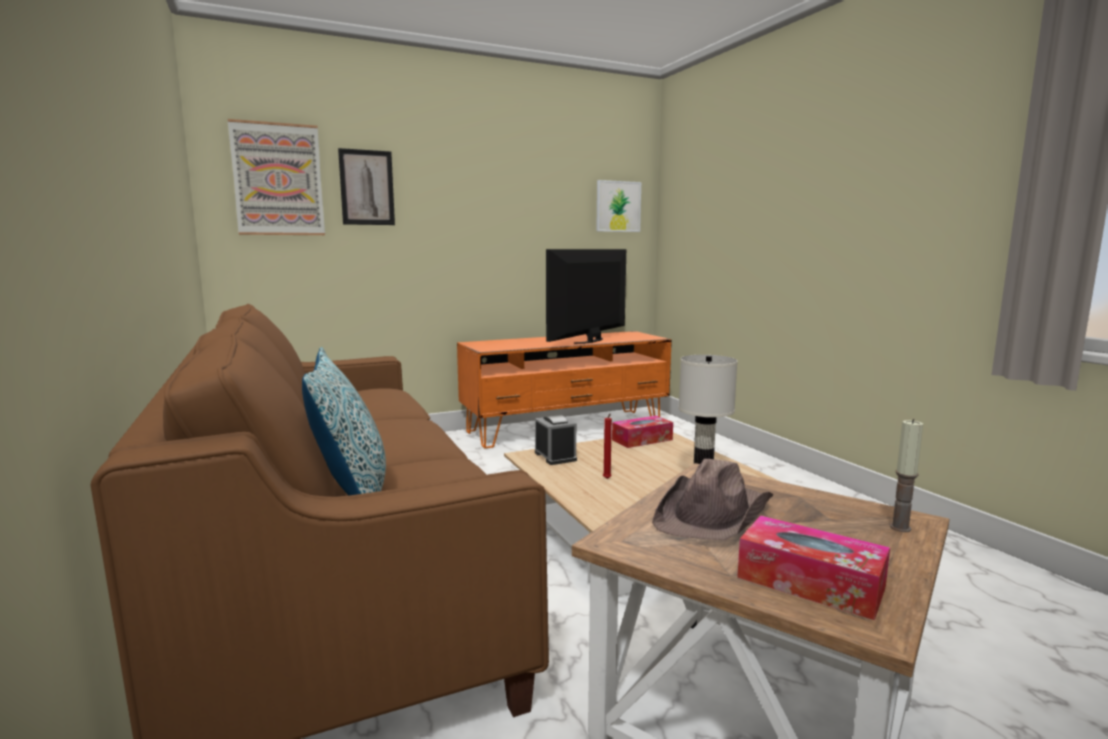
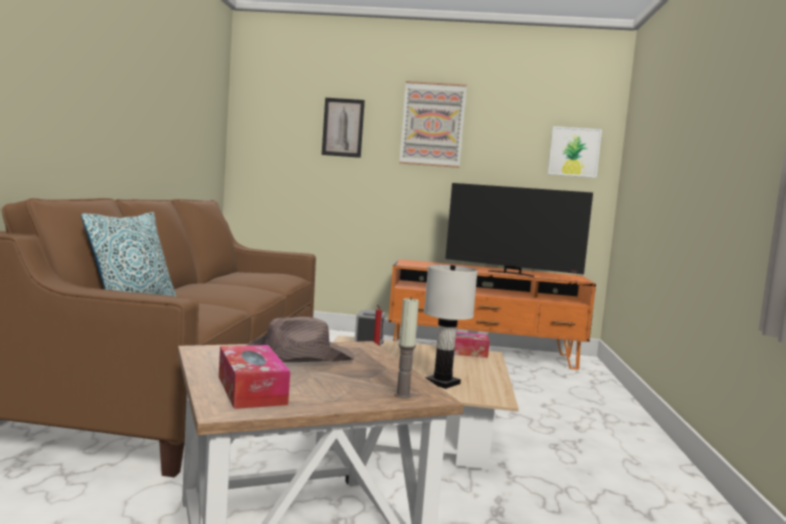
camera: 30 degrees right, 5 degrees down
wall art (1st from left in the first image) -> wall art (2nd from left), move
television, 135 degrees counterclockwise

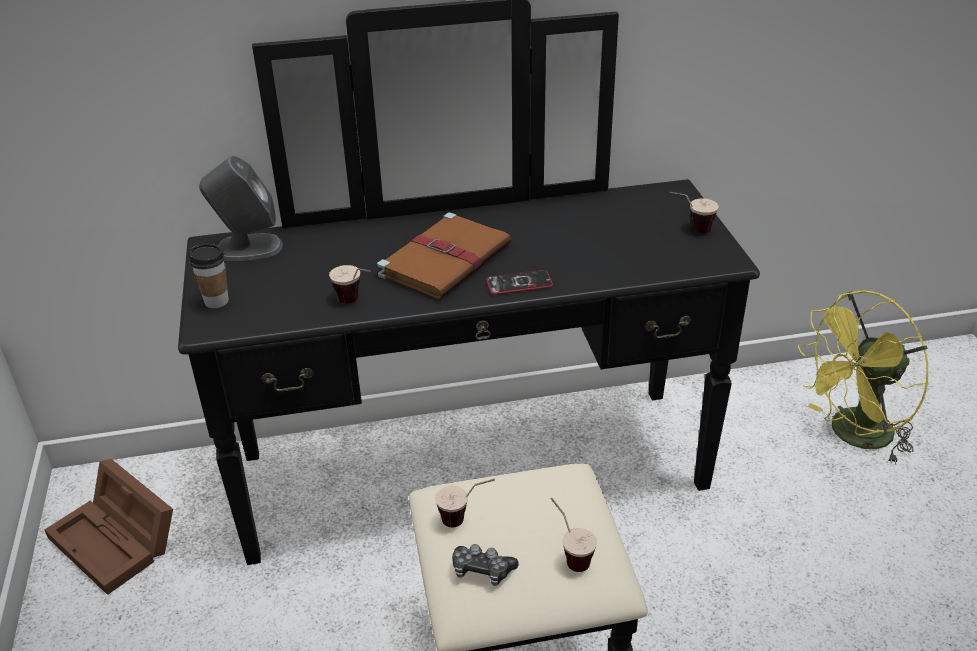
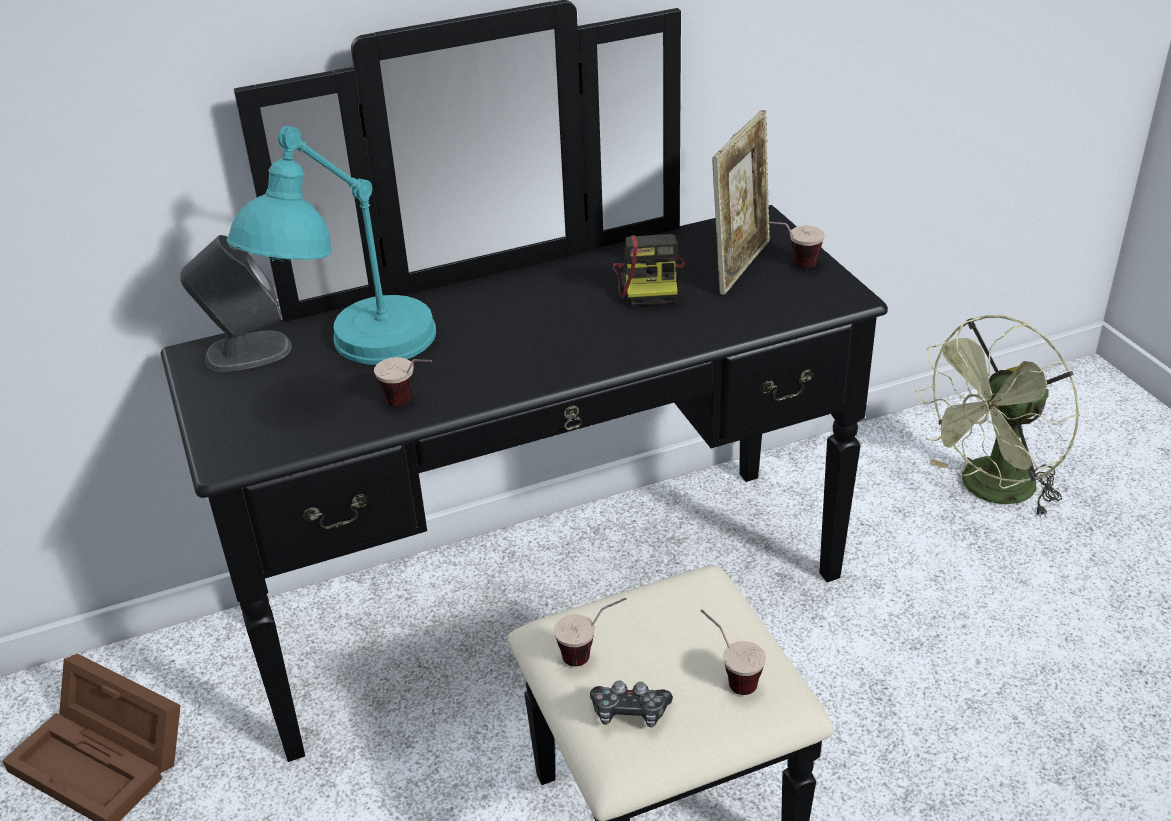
camera: 10 degrees left, 0 degrees up
small cup (1st from left) -> none
brown-coloured book -> none
handset -> none
none -> turquoise tabletop lamp
none -> photo camera
none -> picture frame
yellow electric fan -> greenish electric fan

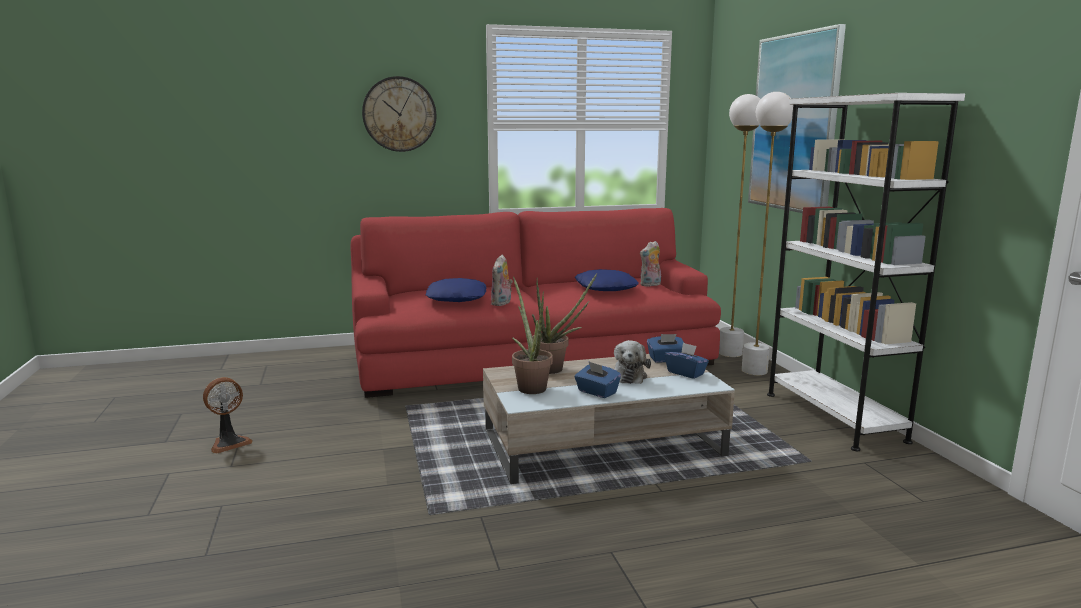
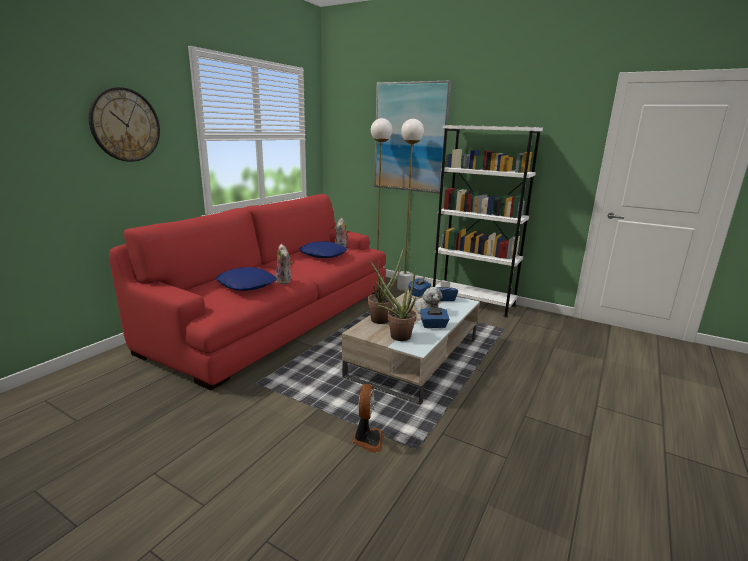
camera: 45 degrees left, 5 degrees up
electric fan, move

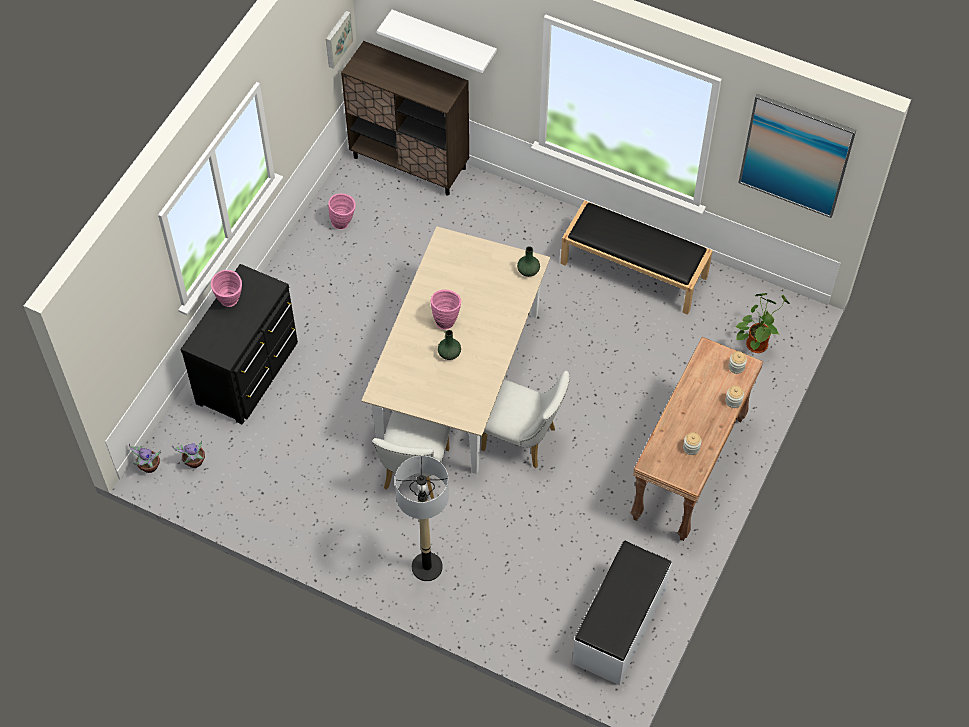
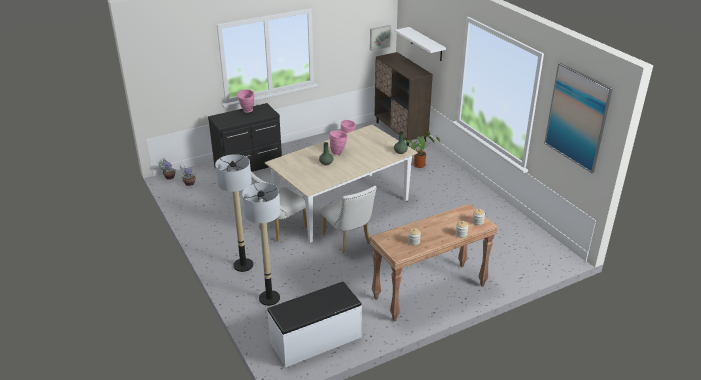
camera: 35 degrees right, 25 degrees down
black bench -> none
none -> floor lamp (2nd from left)
potted plant (3rd from left), move

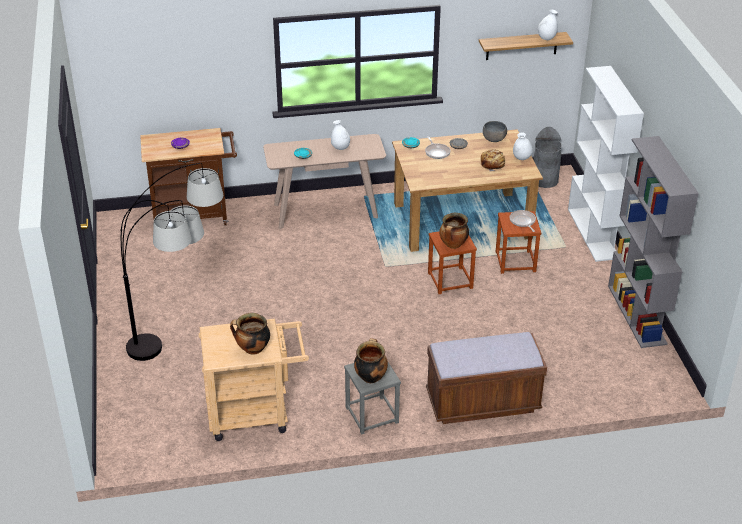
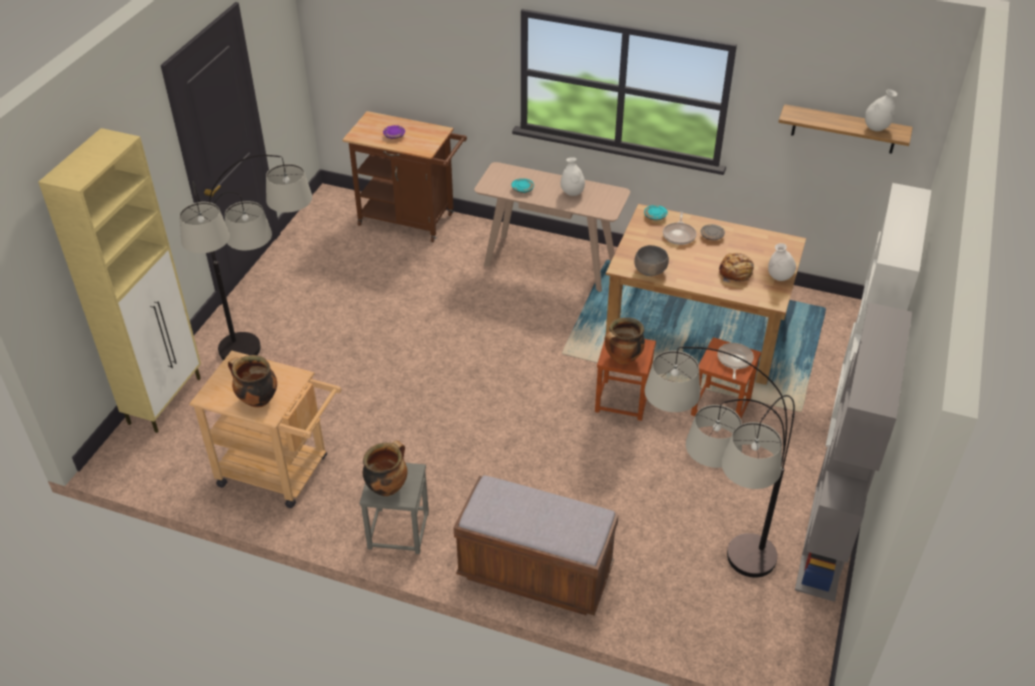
camera: 30 degrees right, 5 degrees up
greyish trash can -> none
none -> beige-coloured cupboard
none -> floor lamp (2nd from left)
greyish serving bowl, move

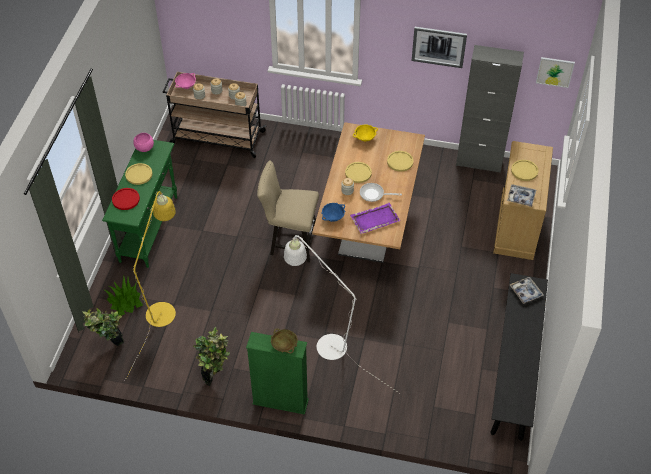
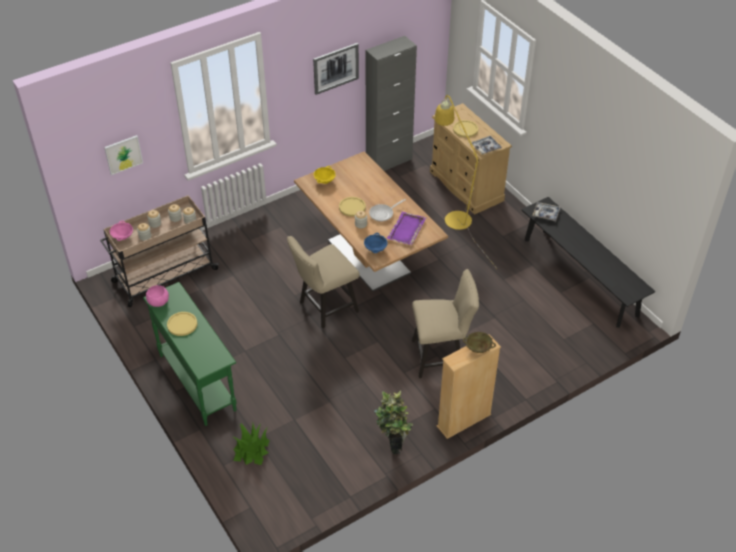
camera: 45 degrees left, 5 degrees down
potted plant (1st from left) -> none
reddish plate -> none
yellow plate (3rd from left) -> none
yellow floor lamp, move
wall art (2nd from left in the first image) -> wall art (1st from left), move
whitish floor lamp -> beige-coloured plain chair (2nd from left)
greenish bookcase -> beige-coloured bookcase

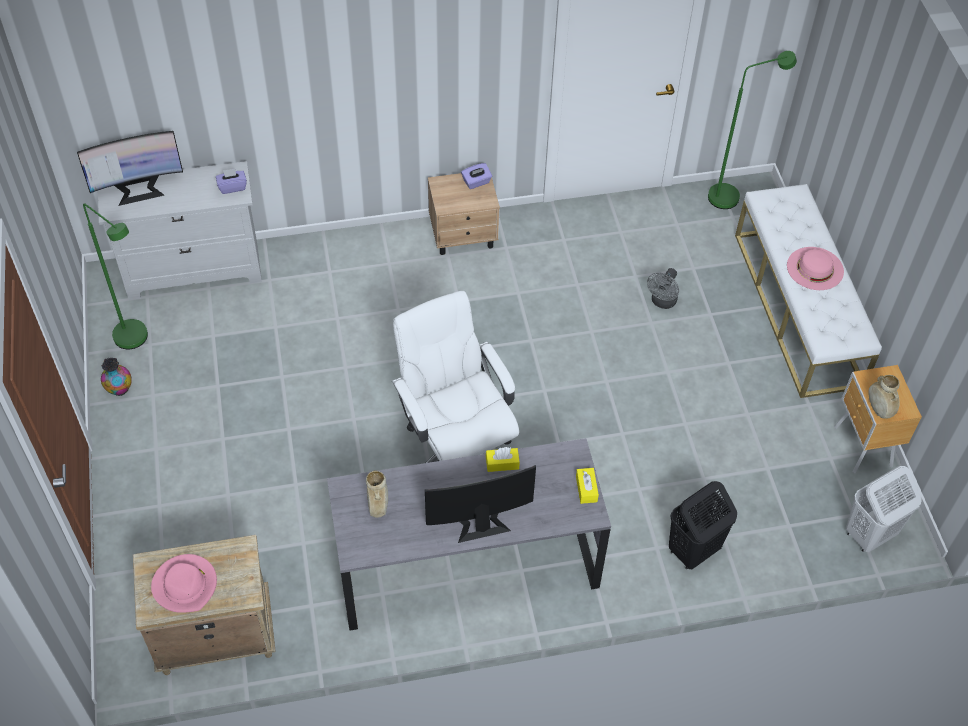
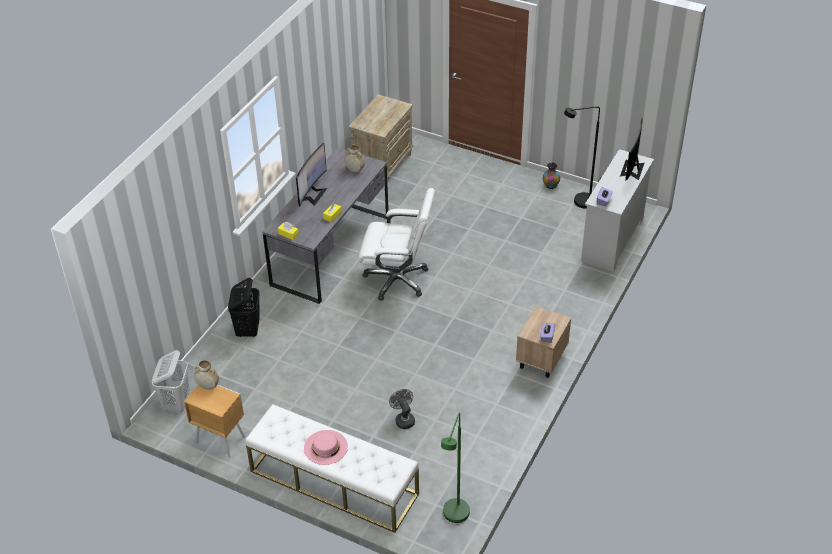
camera: 130 degrees right, 10 degrees down
pink wearable hat (1st from left) -> none
greenish floor lamp (1st from left) -> black floor lamp

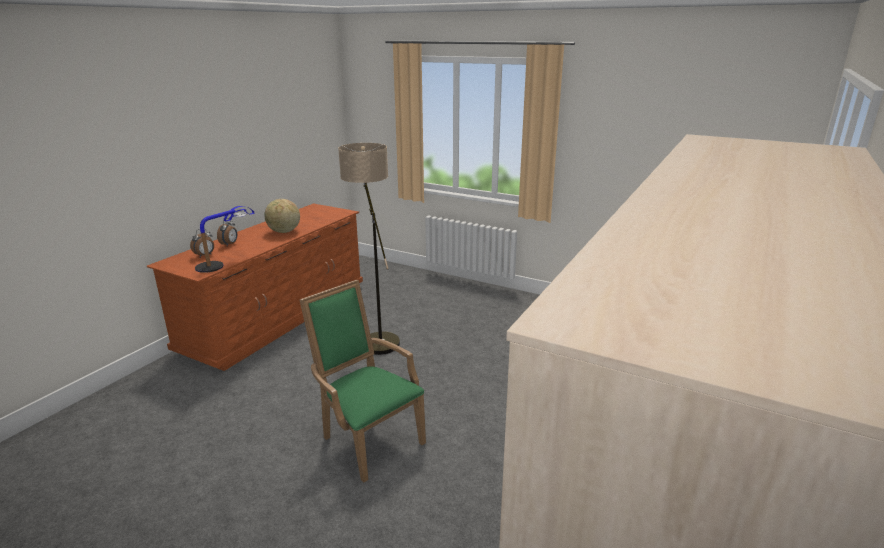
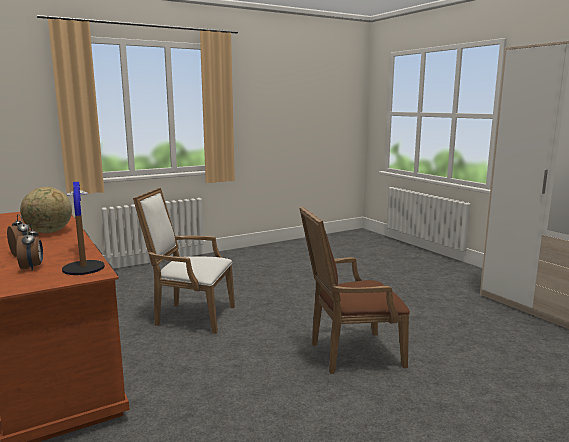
camera: 60 degrees left, 10 degrees down
floor lamp -> whitish lounge chair
greenish lounge chair -> brown-coloured lounge chair

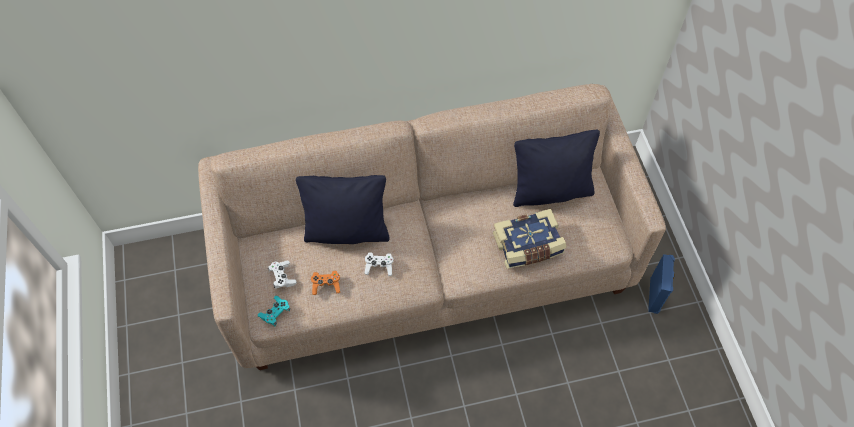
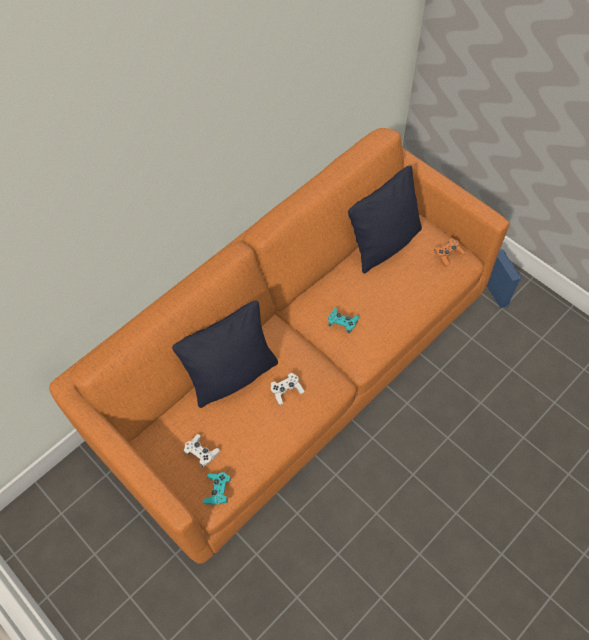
camera: 30 degrees left, 0 degrees up
book -> none
none -> turquoise gamepad (2nd from left)
orange-coloured gamepad, move
beige-coloured sofa -> orange-coloured sofa

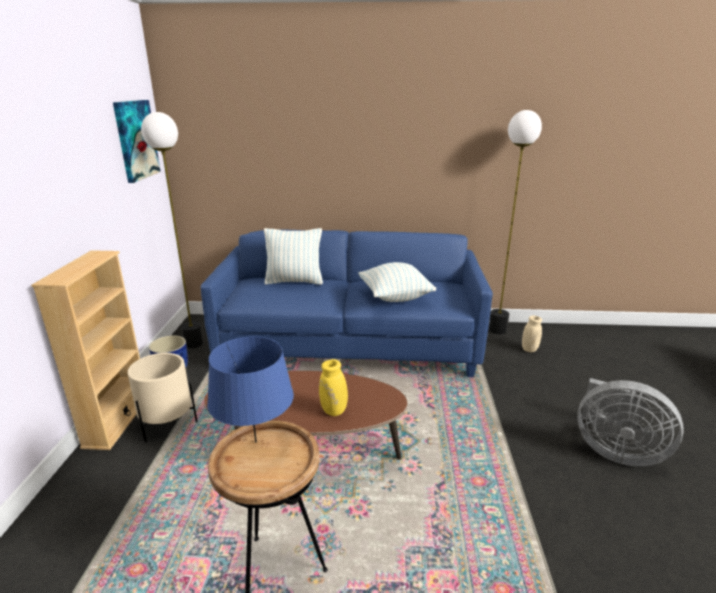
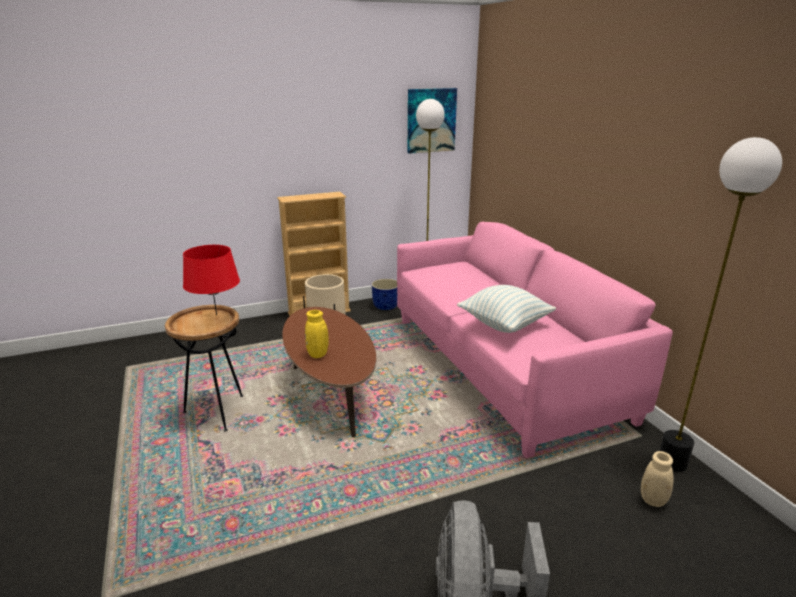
camera: 65 degrees right, 0 degrees up
cushion (1st from left) -> none
blue-coloured sofa -> pink sofa
blue-coloured tabletop lamp -> reddish tabletop lamp

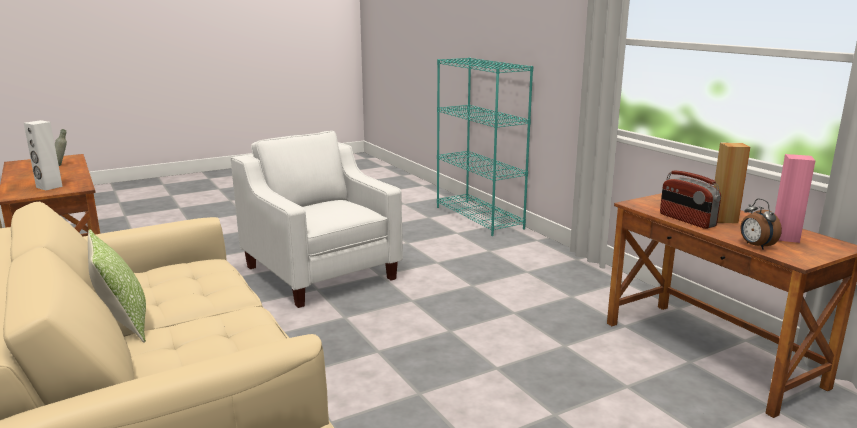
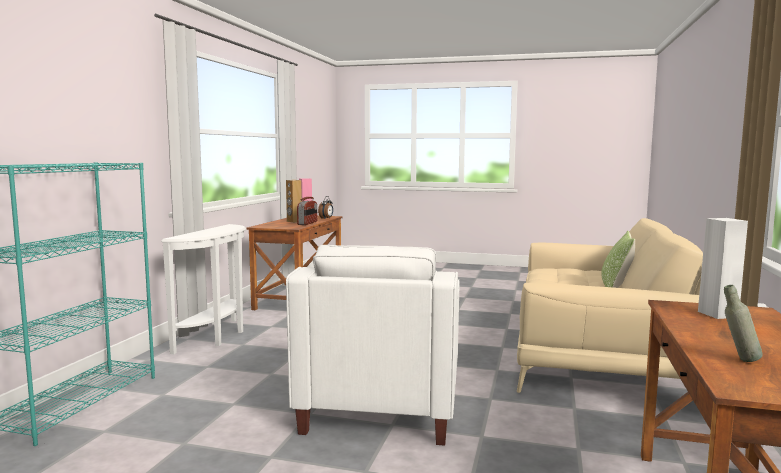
camera: 135 degrees left, 10 degrees down
none -> whitish narrow table

